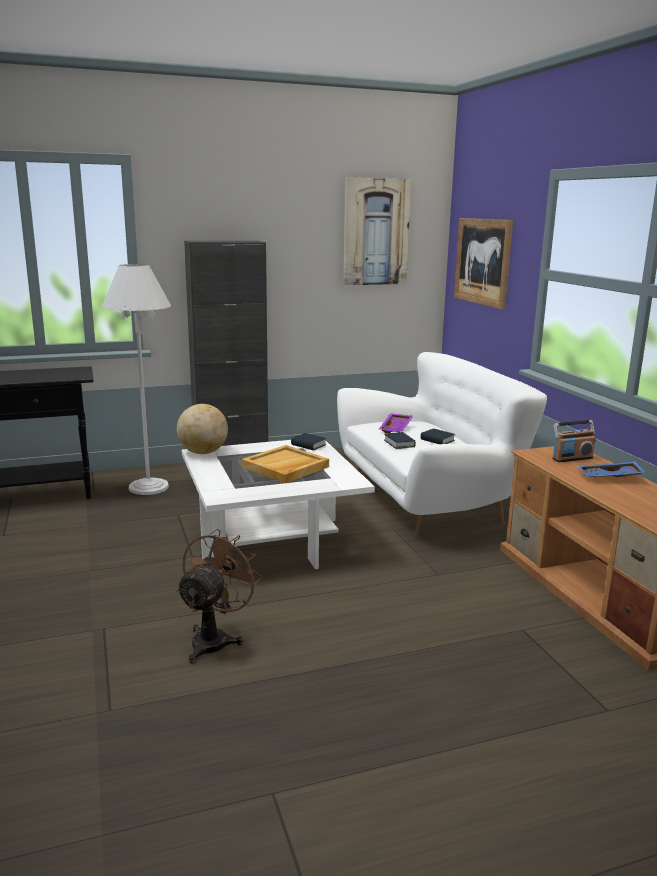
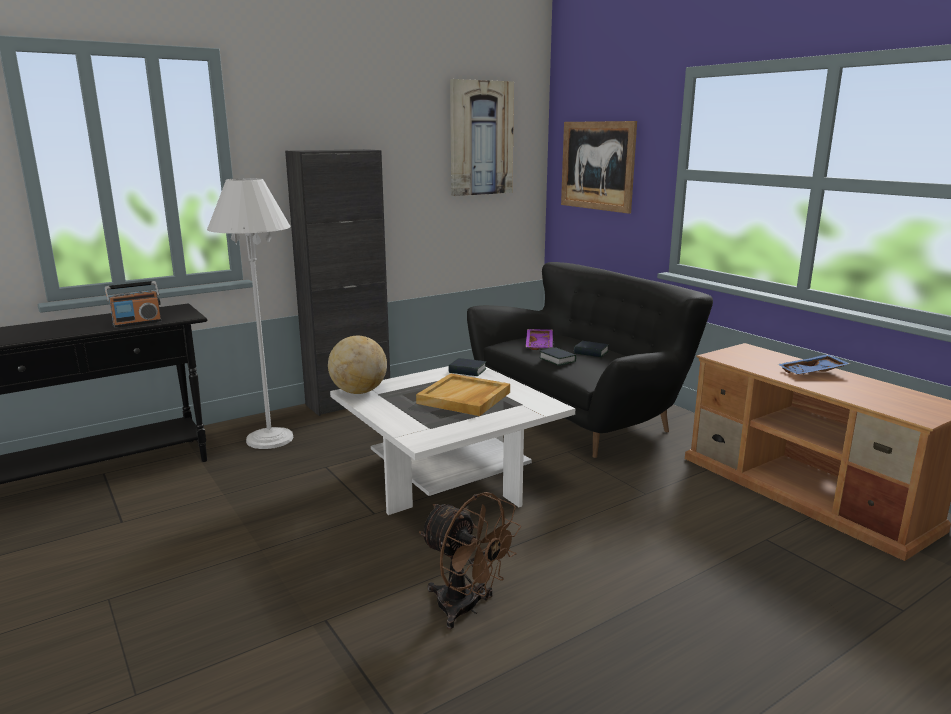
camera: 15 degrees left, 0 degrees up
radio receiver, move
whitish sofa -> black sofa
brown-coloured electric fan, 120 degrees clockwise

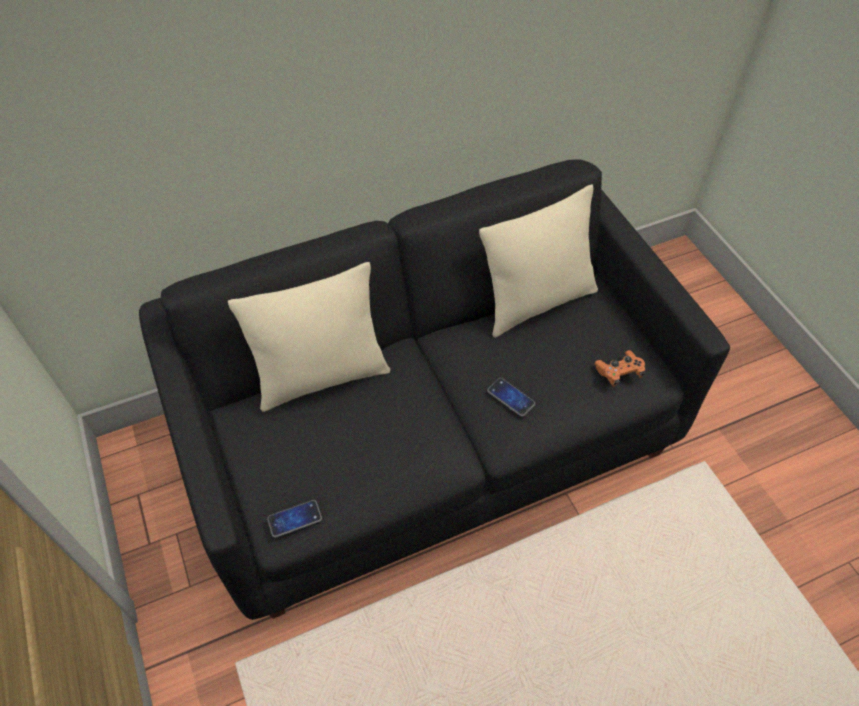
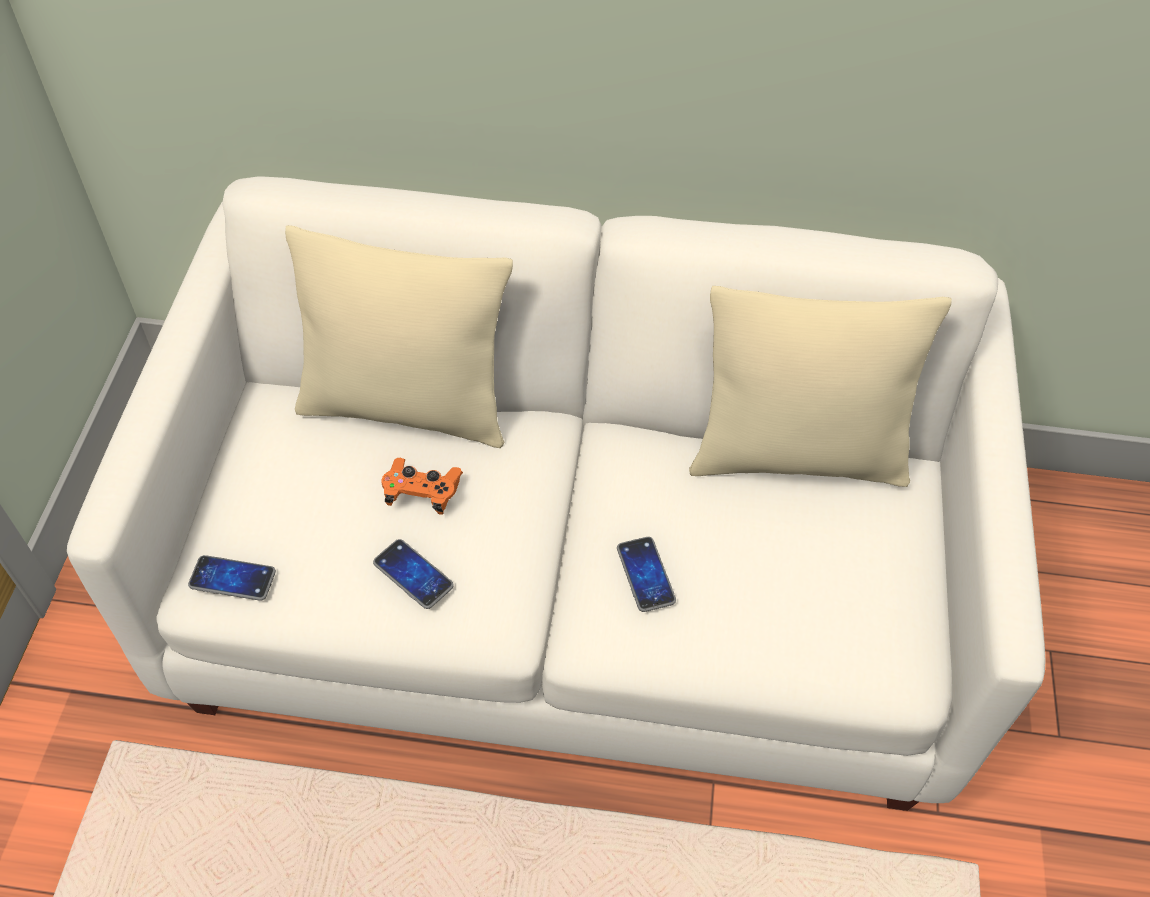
camera: 30 degrees right, 0 degrees up
none -> handset (2nd from left)
orange-coloured gamepad, move
black sofa -> whitish sofa

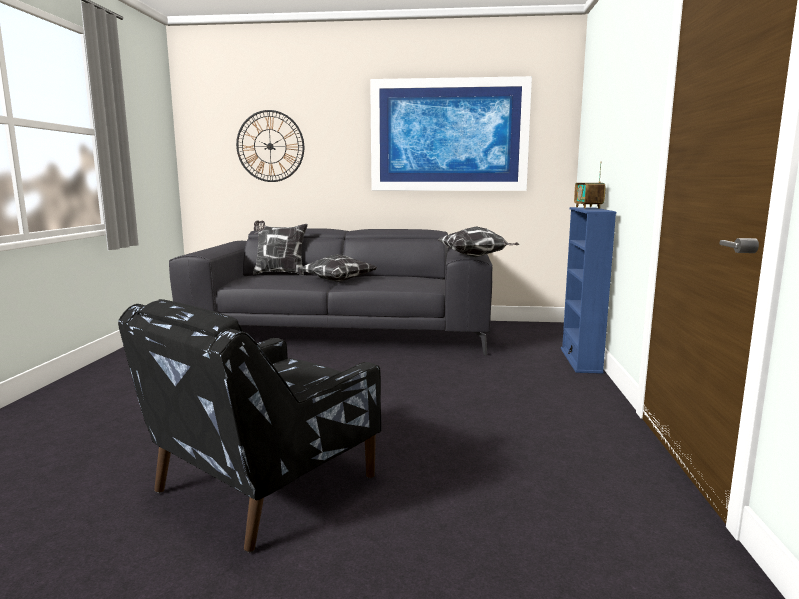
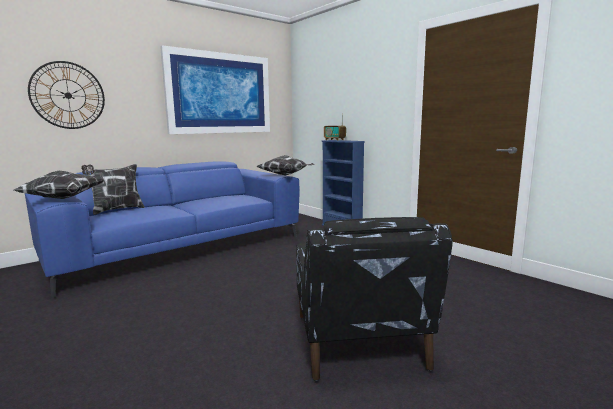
camera: 45 degrees left, 0 degrees up
cushion (2nd from left in the first image) -> cushion (1st from left), move
greyish sofa -> blue-coloured sofa

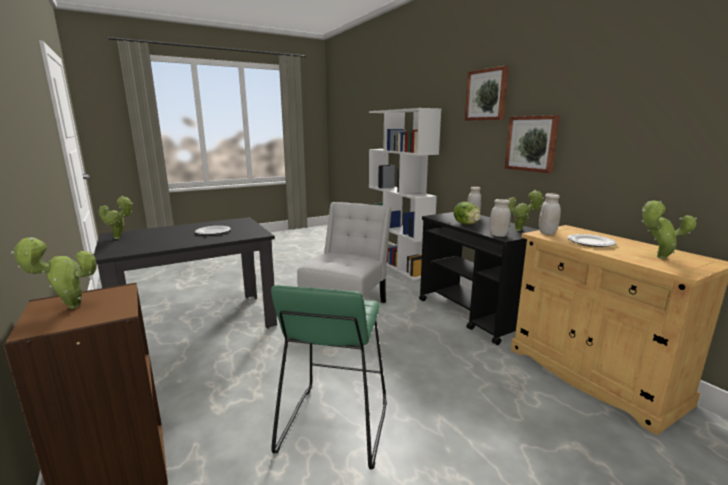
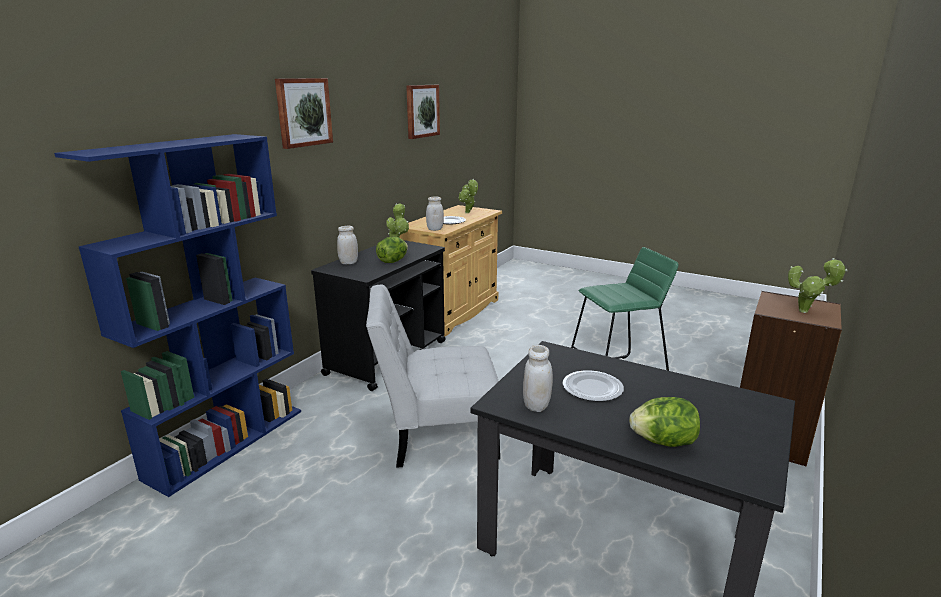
camera: 120 degrees left, 5 degrees up
potted plant (2nd from left) -> none
none -> lettuce head (2nd from left)
whitish jar (2nd from left in the first image) -> whitish jar (3rd from left), move
wall art (2nd from left), move
whitish bookcase -> blue-coloured bookcase

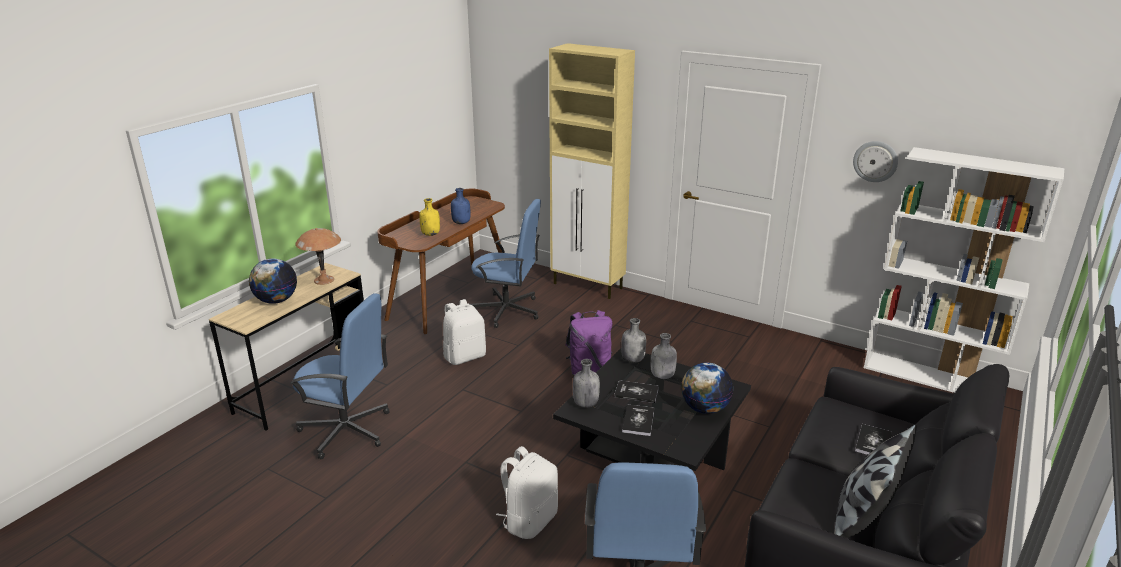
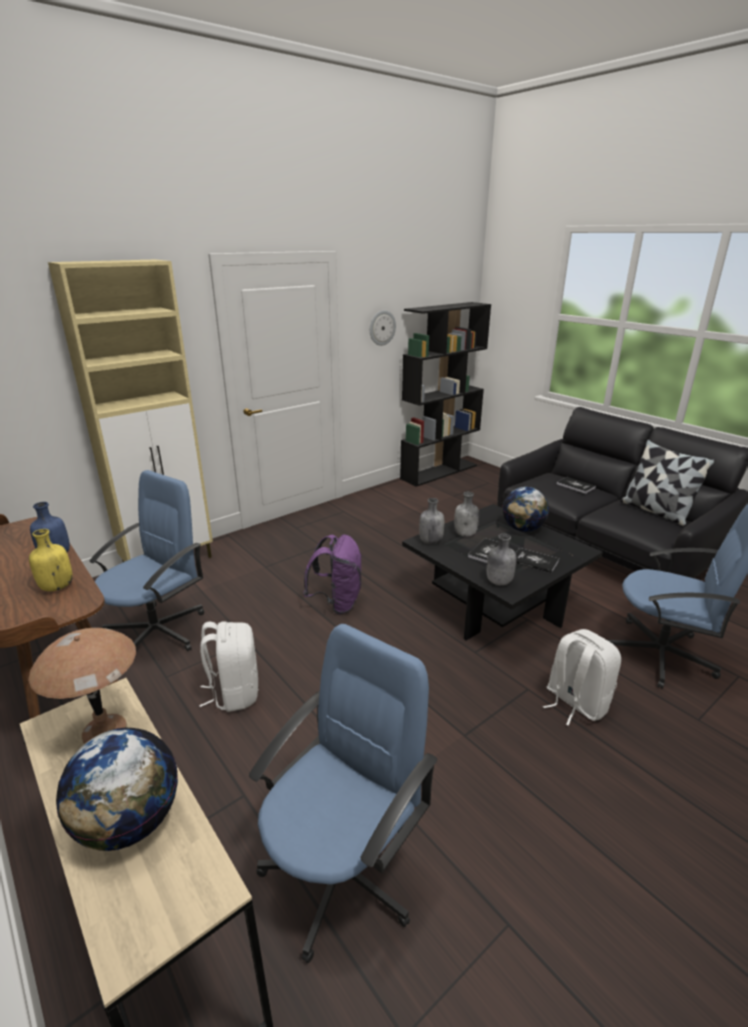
camera: 70 degrees left, 0 degrees up
whitish bookcase -> black bookcase

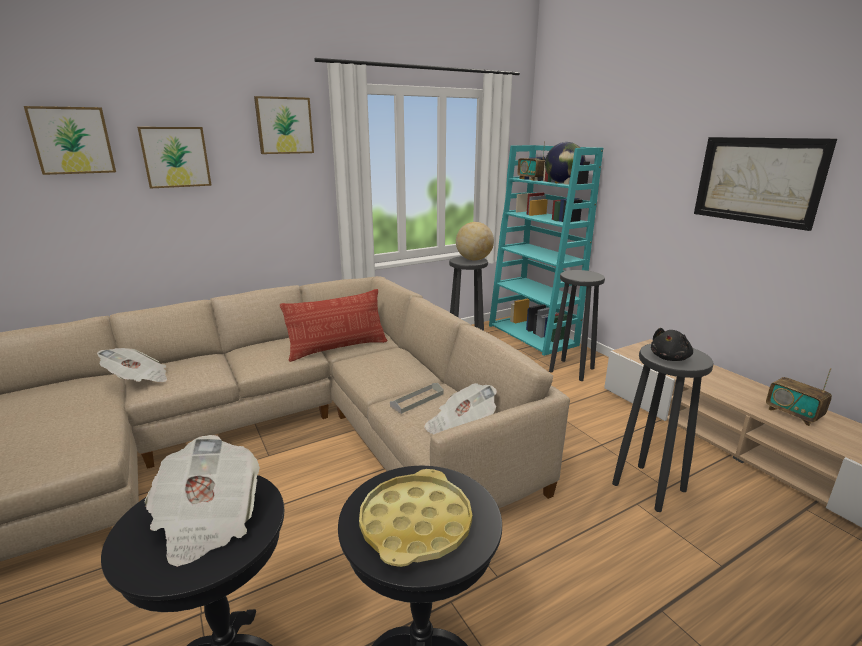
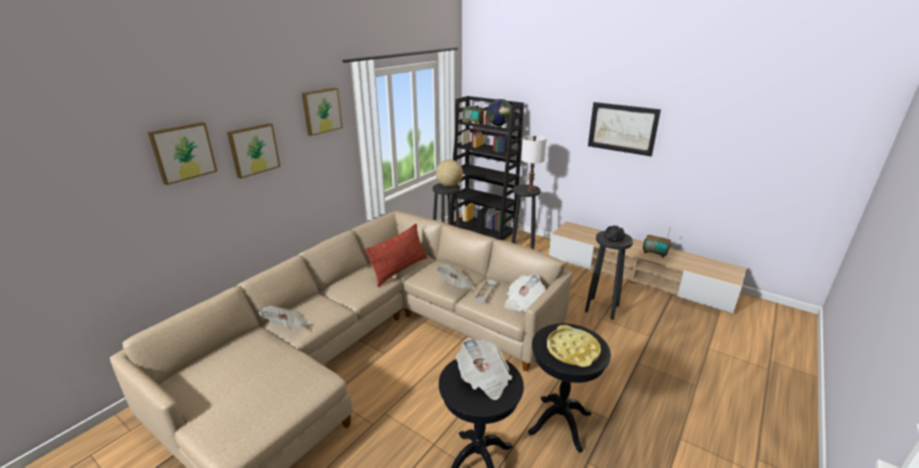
camera: 25 degrees left, 5 degrees up
none -> printed paper (2nd from left)
none -> whitish tabletop lamp
turquoise bookcase -> black bookcase

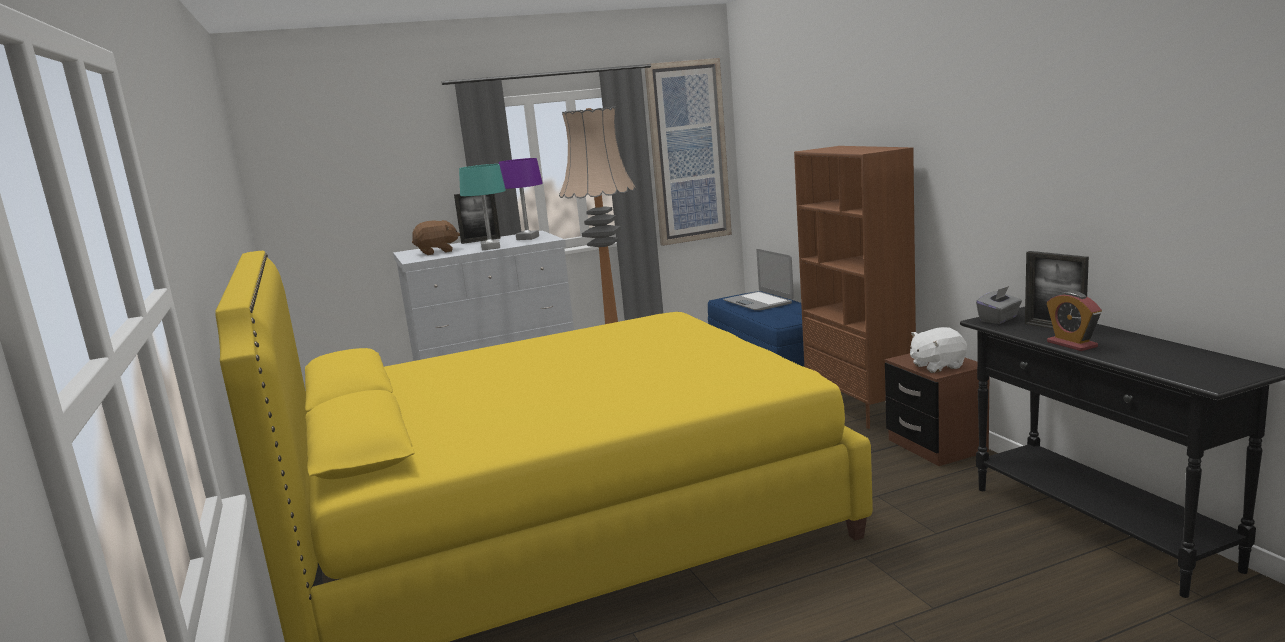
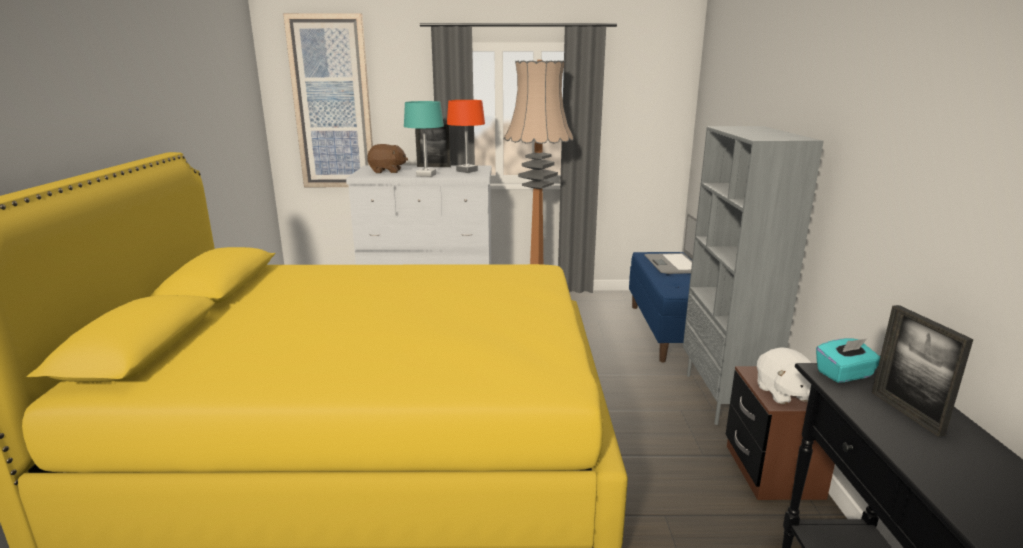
camera: 20 degrees right, 5 degrees up
alarm clock -> none
wall art, move
purple-coloured tabletop lamp -> orange-coloured tabletop lamp
brown-coloured bookcase -> greyish bookcase
greyish box of tissues -> turquoise box of tissues
whitish cuddly toy, 105 degrees counterclockwise

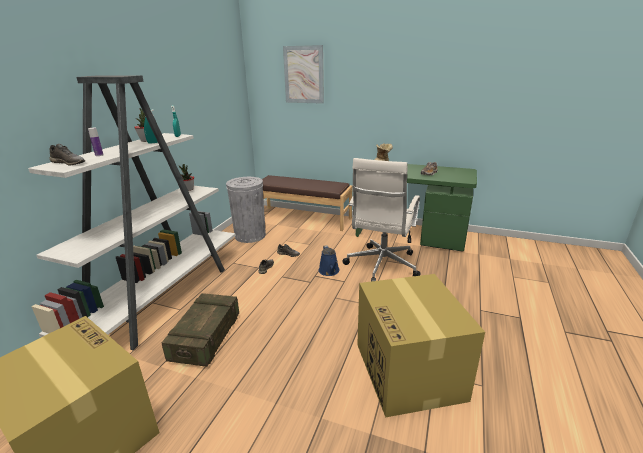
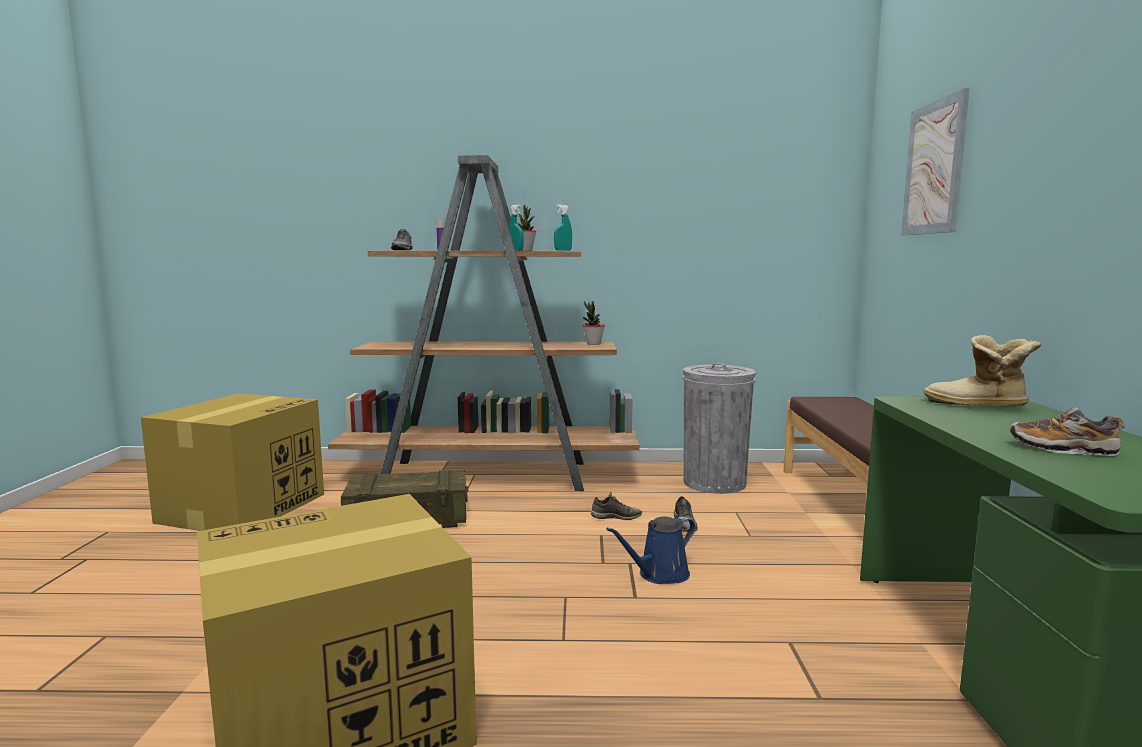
camera: 70 degrees right, 15 degrees down
whitish office chair -> none
whitish bookcase -> brown-coloured bookcase

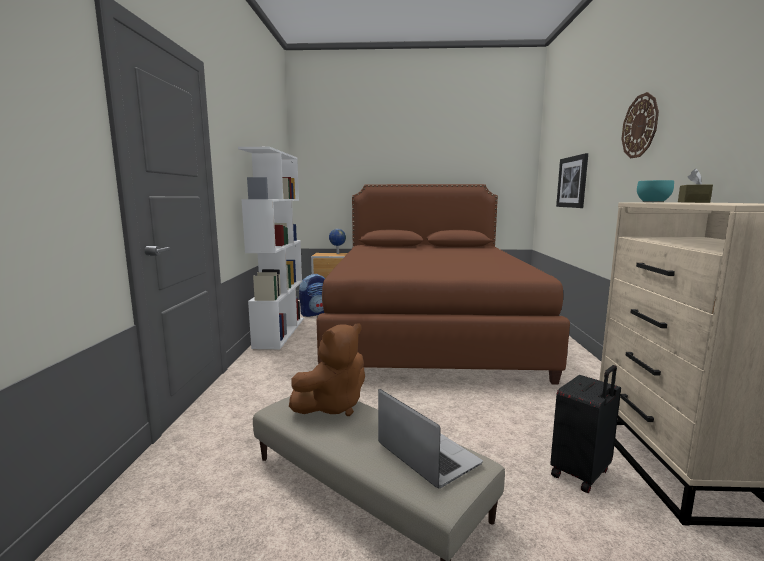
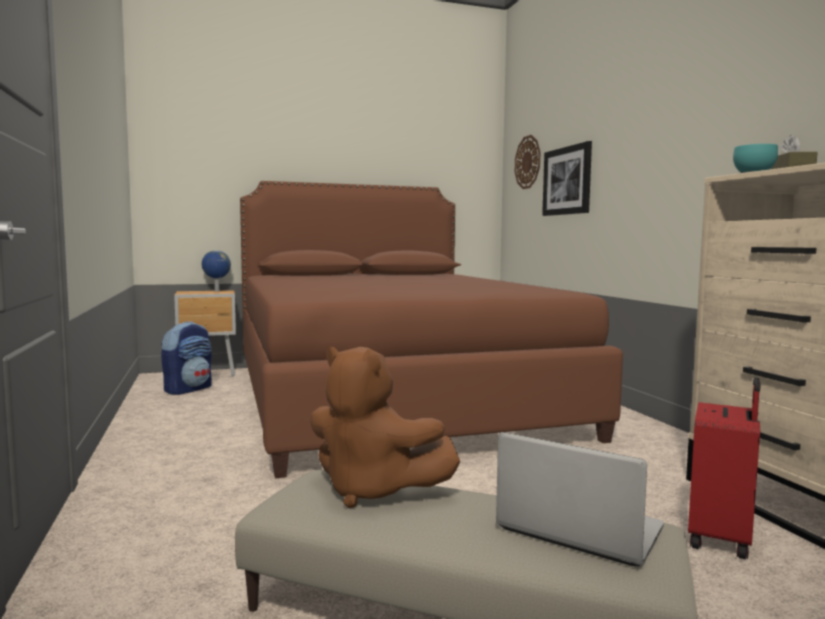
camera: 20 degrees left, 5 degrees down
whitish bookcase -> none
clock on the wall, move
black travel case -> reddish travel case
brown-coloured cuddly toy, 90 degrees clockwise

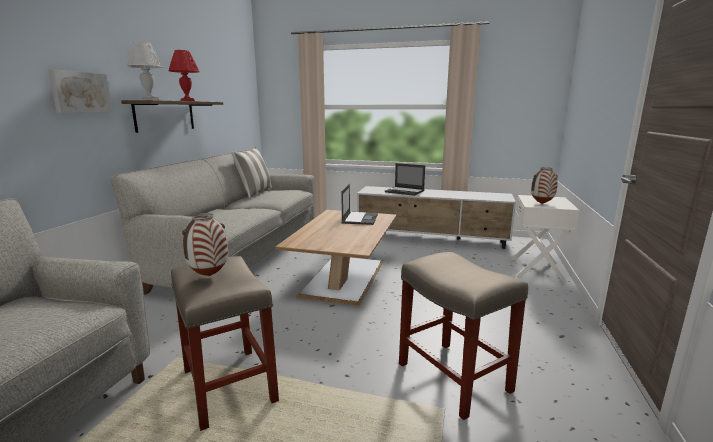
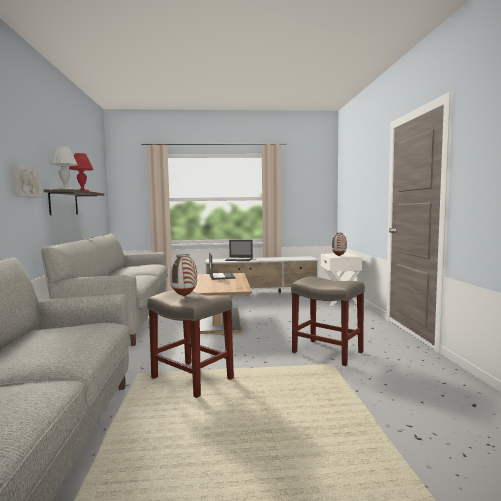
camera: 20 degrees left, 10 degrees down
cushion -> none

